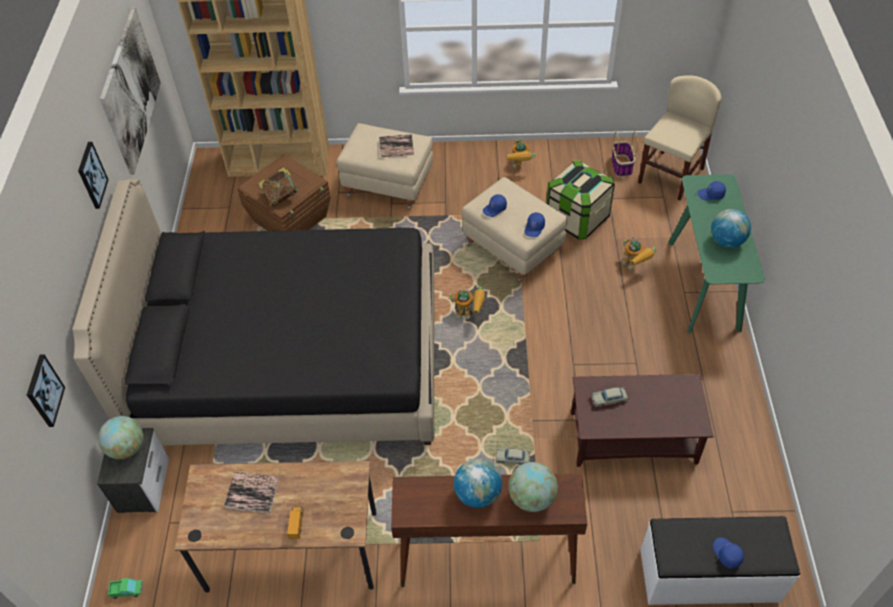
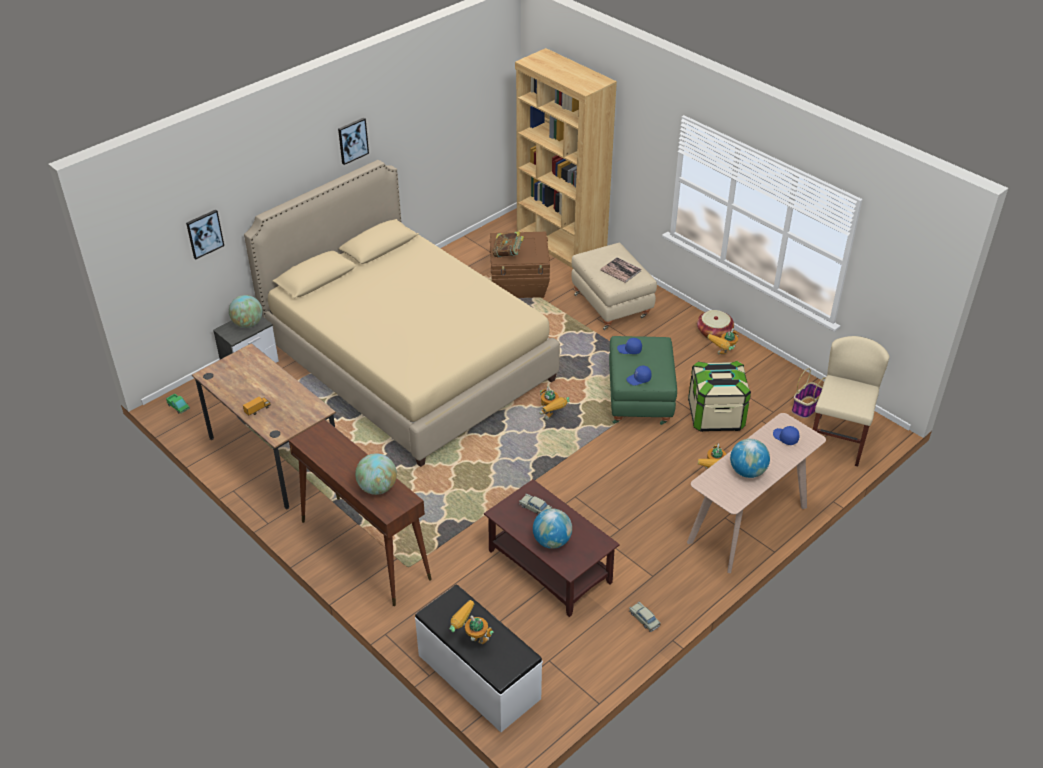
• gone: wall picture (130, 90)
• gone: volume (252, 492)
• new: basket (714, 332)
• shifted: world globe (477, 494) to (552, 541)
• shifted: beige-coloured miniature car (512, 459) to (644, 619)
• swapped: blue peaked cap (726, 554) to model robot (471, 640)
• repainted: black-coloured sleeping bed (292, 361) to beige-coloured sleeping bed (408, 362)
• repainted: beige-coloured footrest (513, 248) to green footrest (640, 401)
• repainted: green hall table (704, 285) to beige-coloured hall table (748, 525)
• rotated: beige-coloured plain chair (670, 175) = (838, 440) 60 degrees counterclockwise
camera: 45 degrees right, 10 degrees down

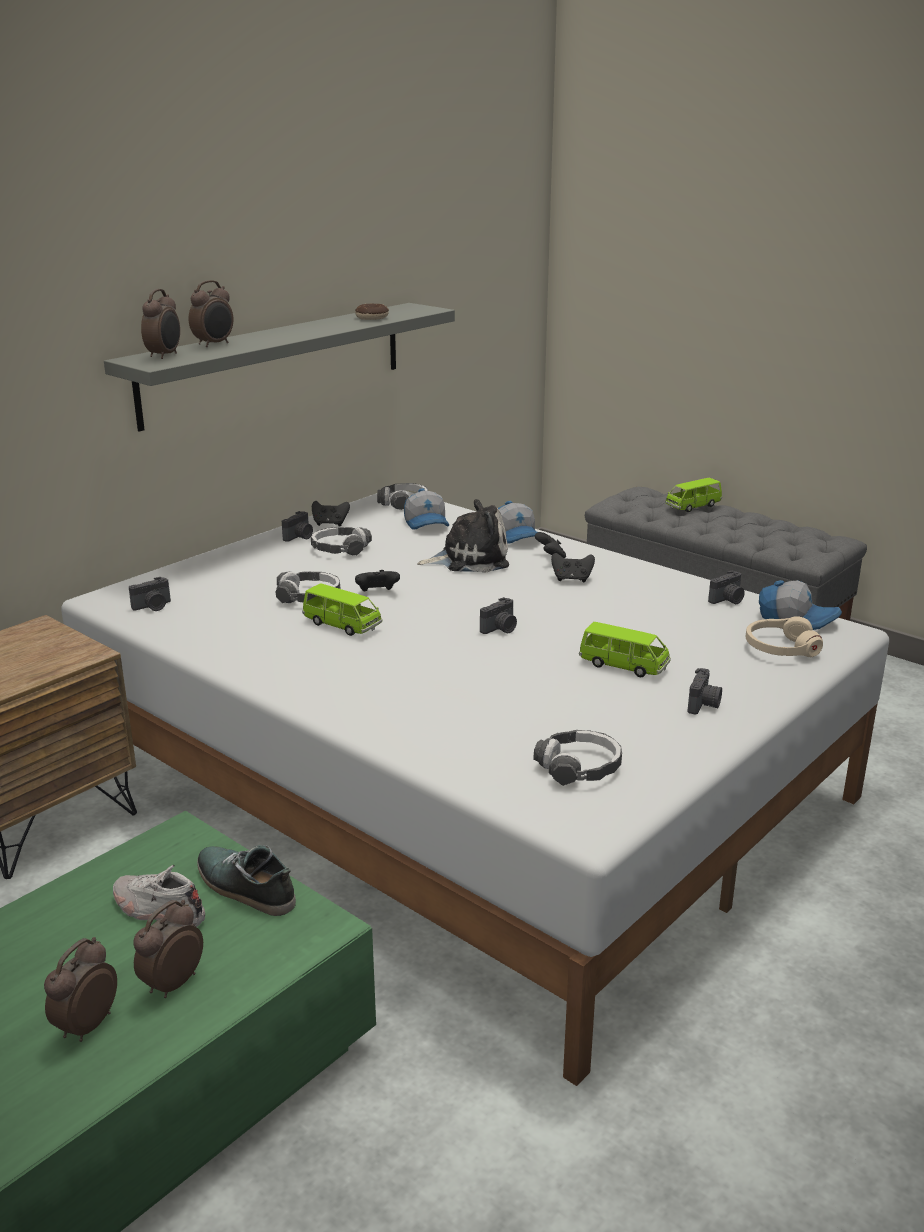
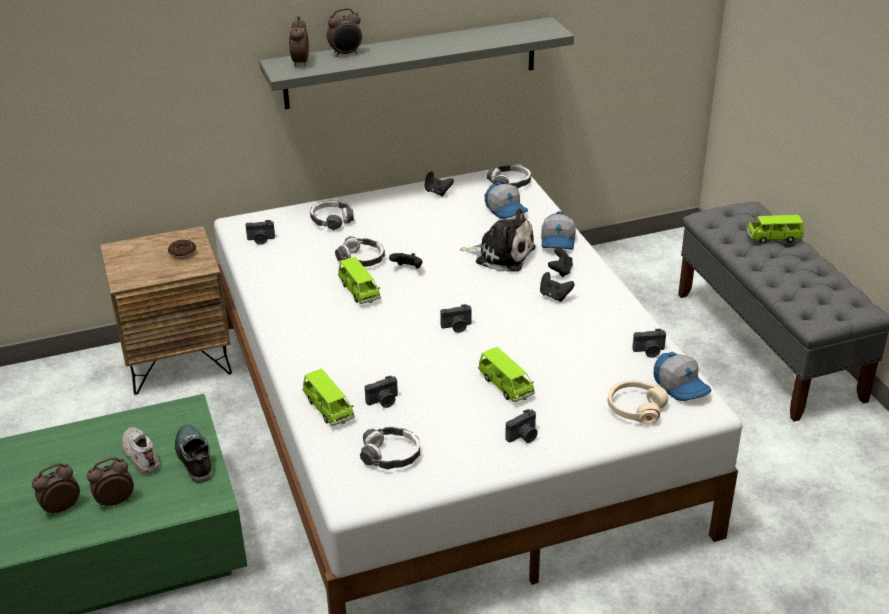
• new: green miniature car (328, 409)
• shifted: photo camera (300, 537) to (383, 401)
• shifted: pair of headphones (340, 549) to (331, 220)
• shifted: donut (372, 317) to (182, 253)
• rotated: bedside clock (165, 356) = (300, 63) 135 degrees clockwise
• rotated: peaked cap (427, 523) = (506, 209) 45 degrees counterclockwise
camera: 30 degrees right, 10 degrees up

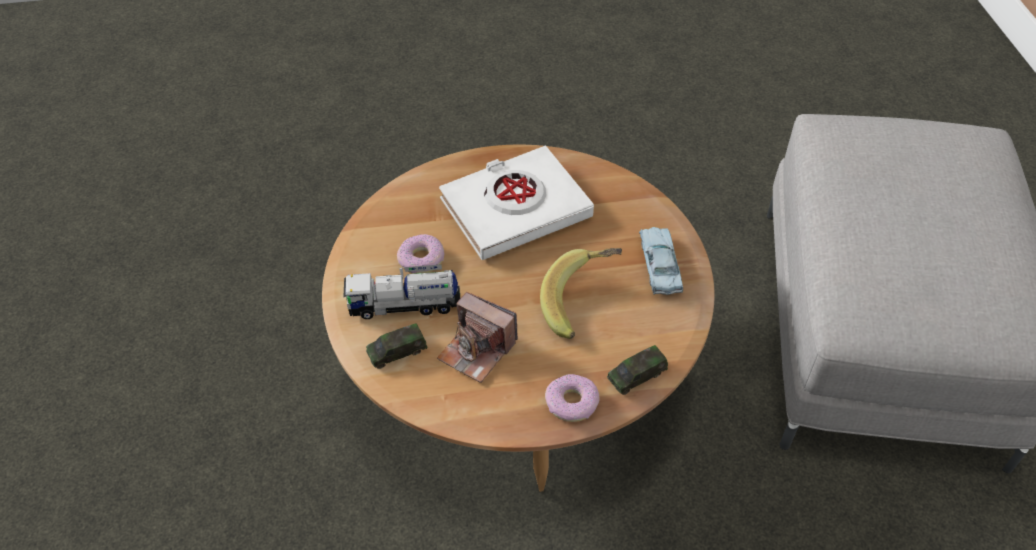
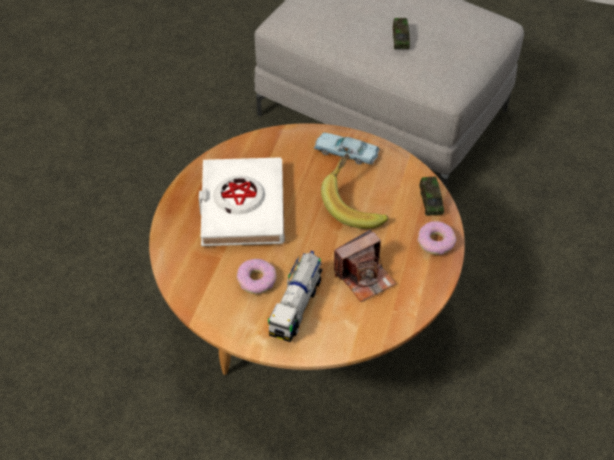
• shifted: miniature car (397, 352) to (400, 39)
camera: 65 degrees left, 0 degrees up

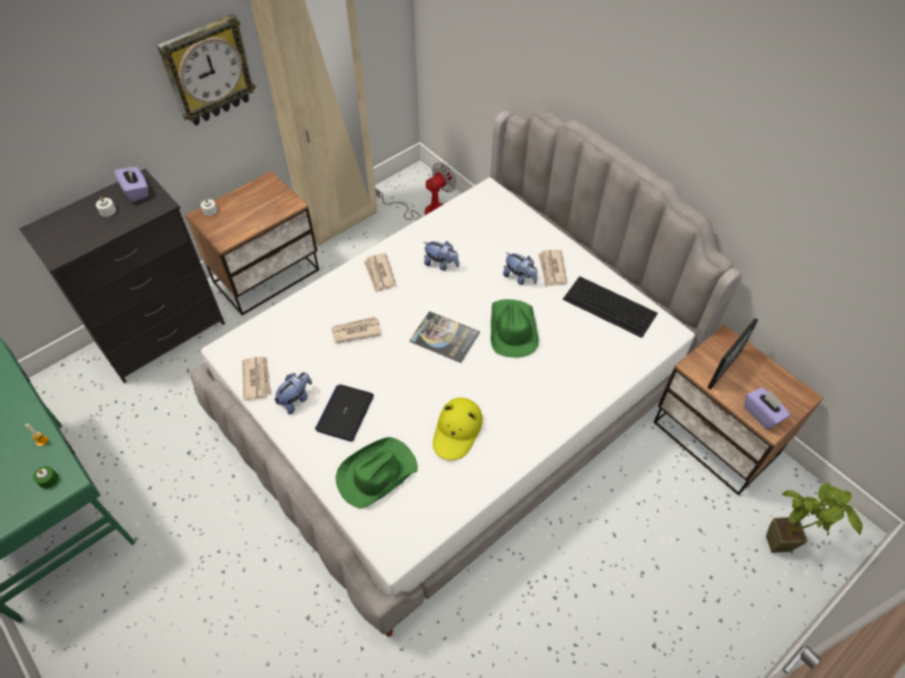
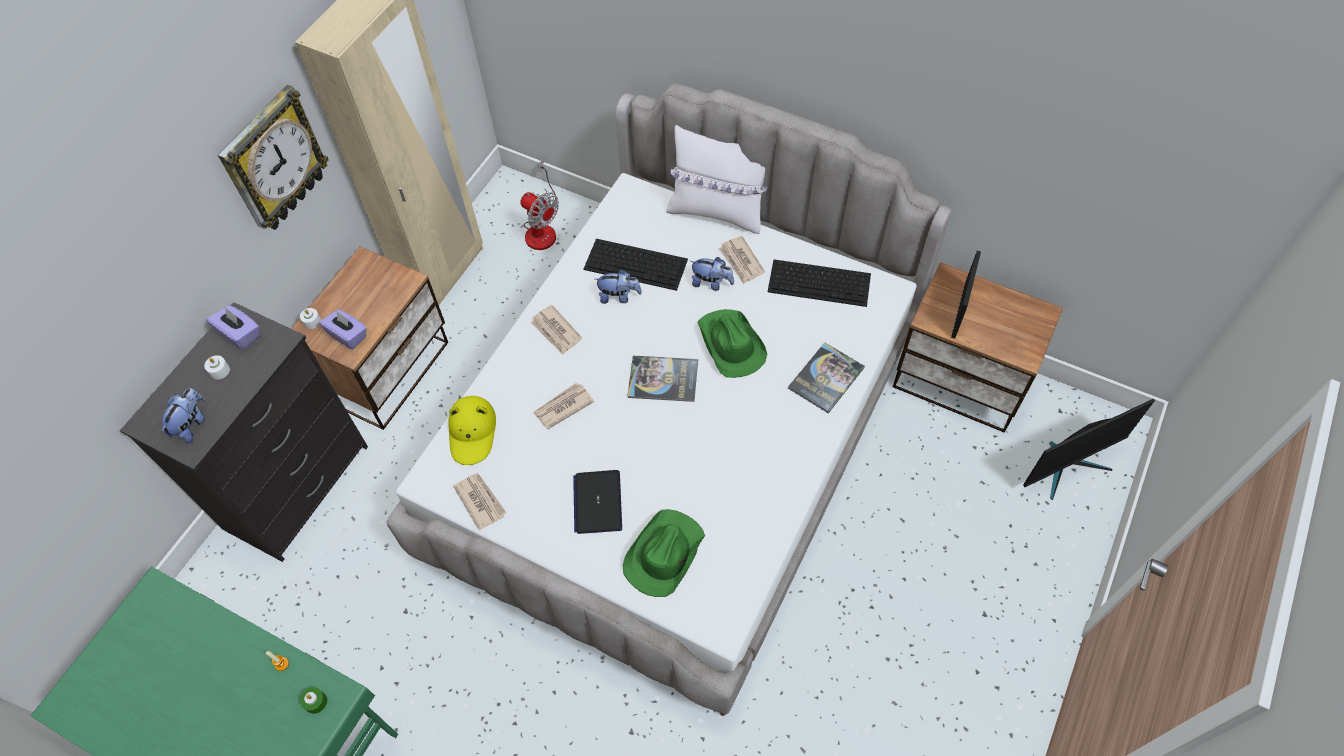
• new: keyboard (636, 264)
• new: white-coloured throw pillow (717, 212)
• new: volume (826, 378)
• shifted: soft toy (296, 399) to (191, 424)
• shifted: yellow hat (457, 431) to (472, 432)
• shifted: purplish tissue holder (762, 414) to (348, 335)
• swapped: houseplant (787, 546) to computer display (1068, 466)
• rotated: electric fan (427, 212) = (541, 228) 105 degrees clockwise
camera: 20 degrees left, 5 degrees up

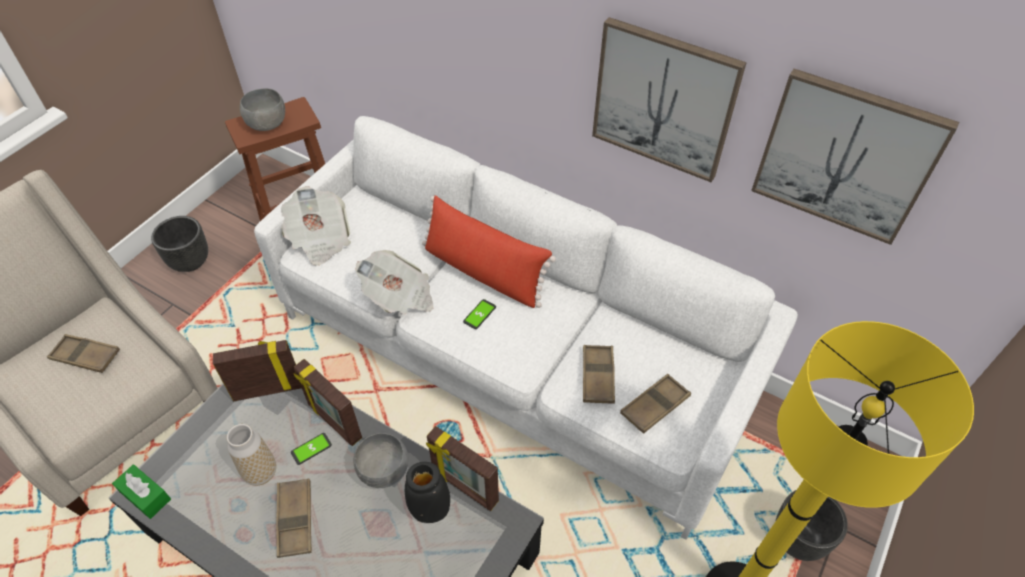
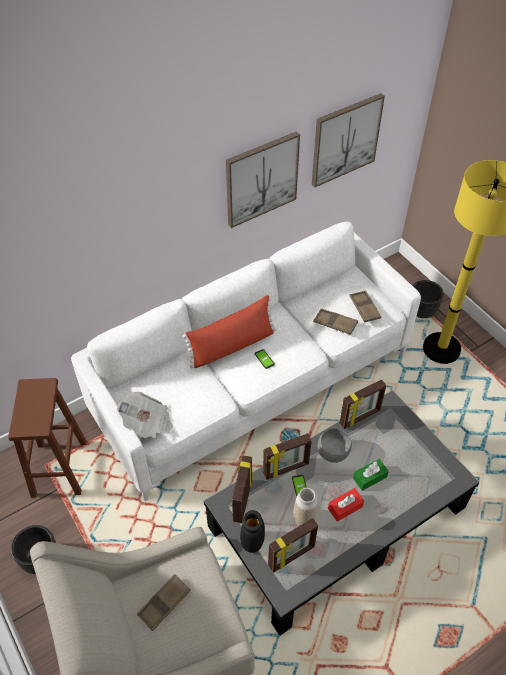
• gone: grey deep dish (268, 124)
• gone: printed paper (399, 296)
• new: photo frame (292, 556)
• shifted: green tissue holder (145, 495) to (369, 477)
• shifted: black-coloured vase (430, 510) to (252, 542)
• swapped: brown-coloured serving tray (295, 519) to red-coloured tissue holder (345, 507)
camera: 65 degrees left, 0 degrees up

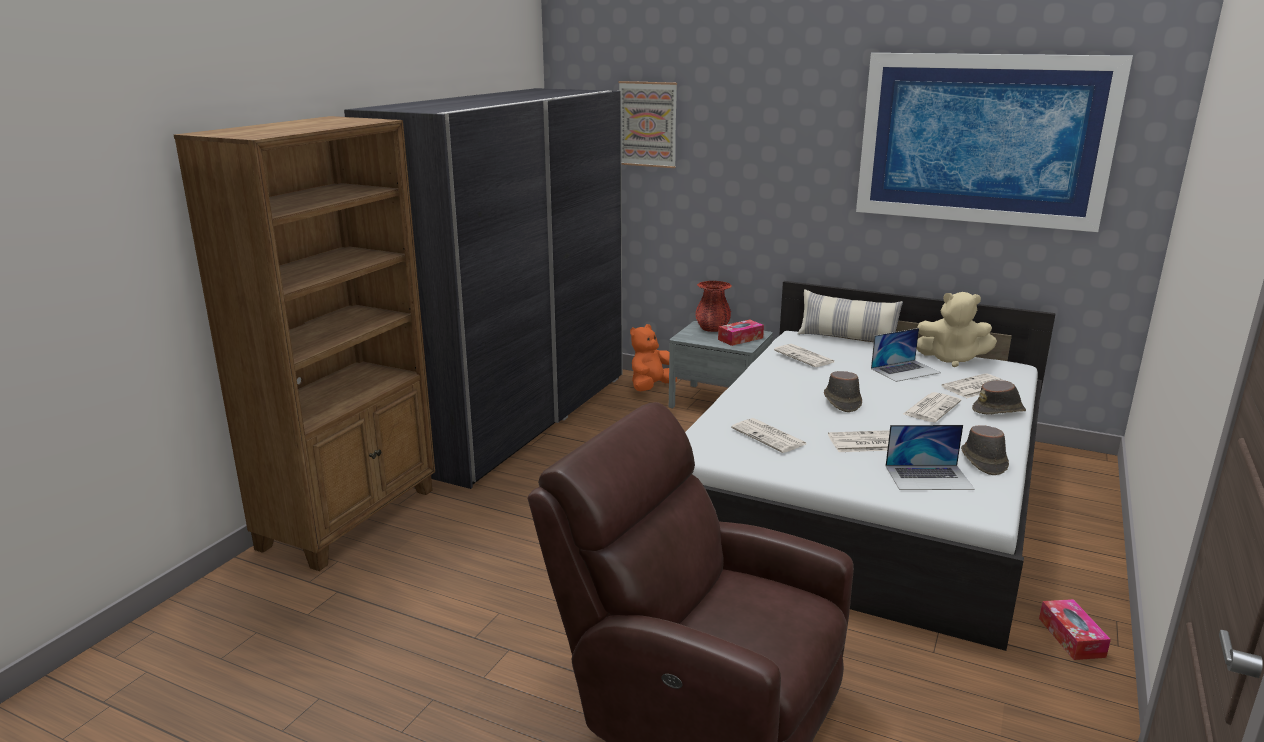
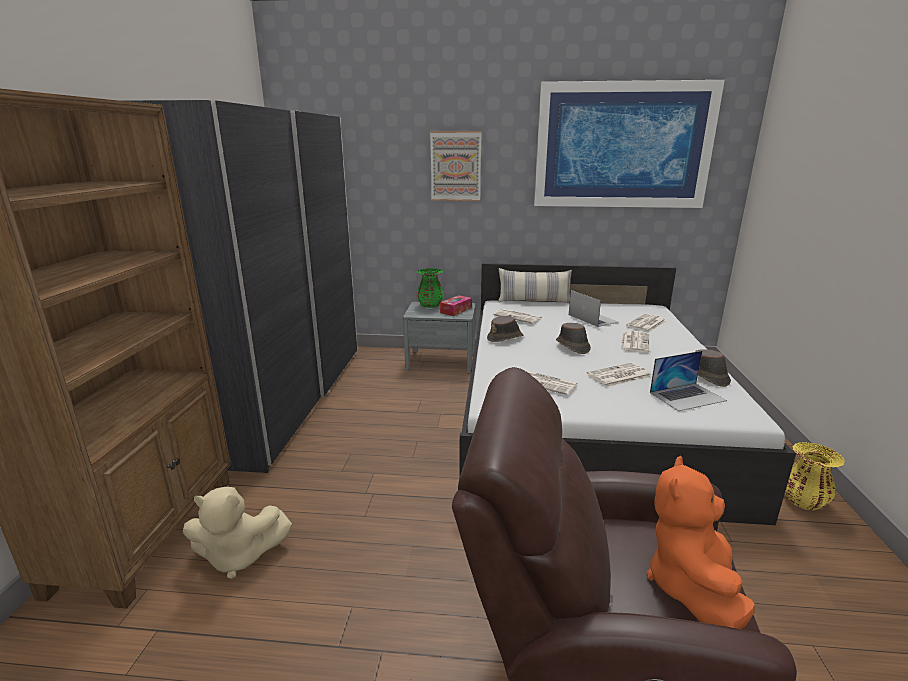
• shifted: wall picture (648, 124) to (455, 166)
• shifted: orange soft toy (651, 387) to (691, 587)
• shifted: beige-coloured soft toy (951, 359) to (239, 556)
• shifted: brown-coloured hat (999, 411) to (505, 338)
• swapped: tissue holder (1071, 637) to yellow vase (803, 501)
• repainted: red-coloured vase (712, 328) to green vase (430, 305)
• rotated: portable computer (905, 370) = (592, 318) 75 degrees counterclockwise
camera: 20 degrees left, 0 degrees up

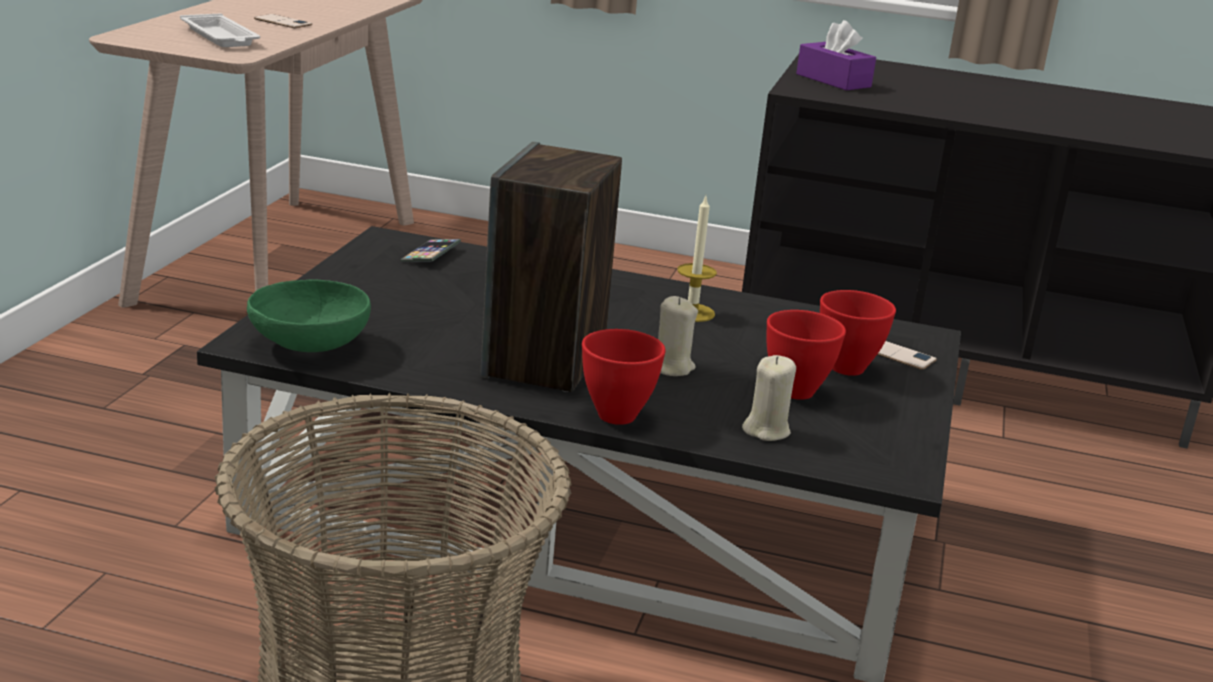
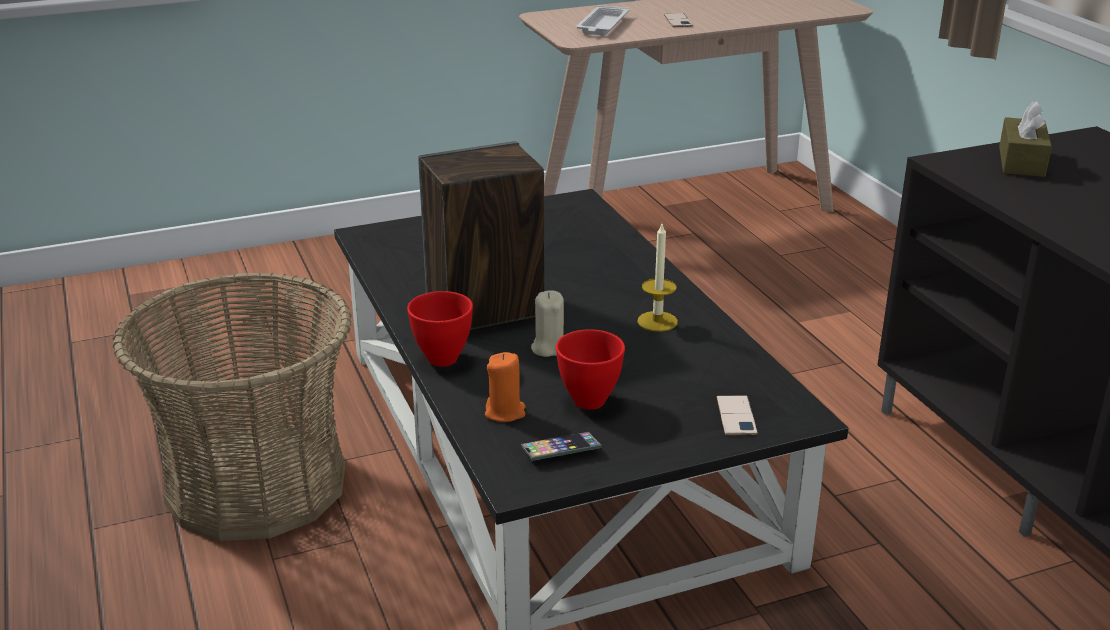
• gone: green deep dish (309, 347)
• gone: red-coloured deep dish (849, 368)
• shifted: phone (430, 255) to (561, 451)
• repainted: beige-coloured candle (766, 430) to orange candle (505, 412)
• repainted: purplish tissue holder (833, 80) to brown-coloured tissue holder (1021, 161)
camera: 55 degrees right, 5 degrees up

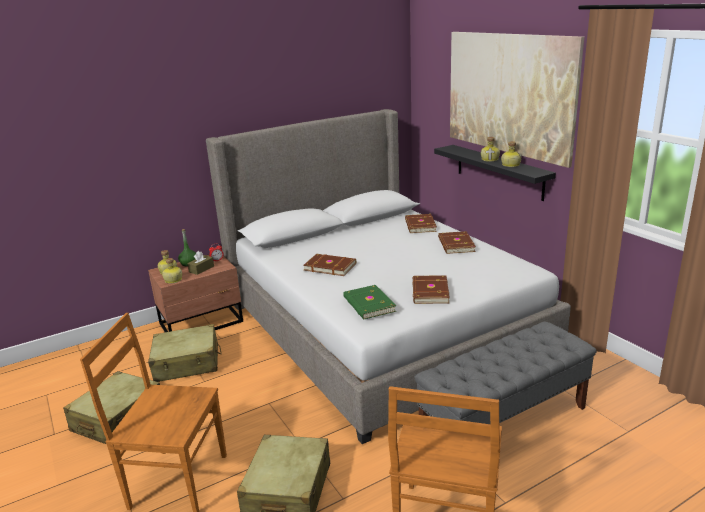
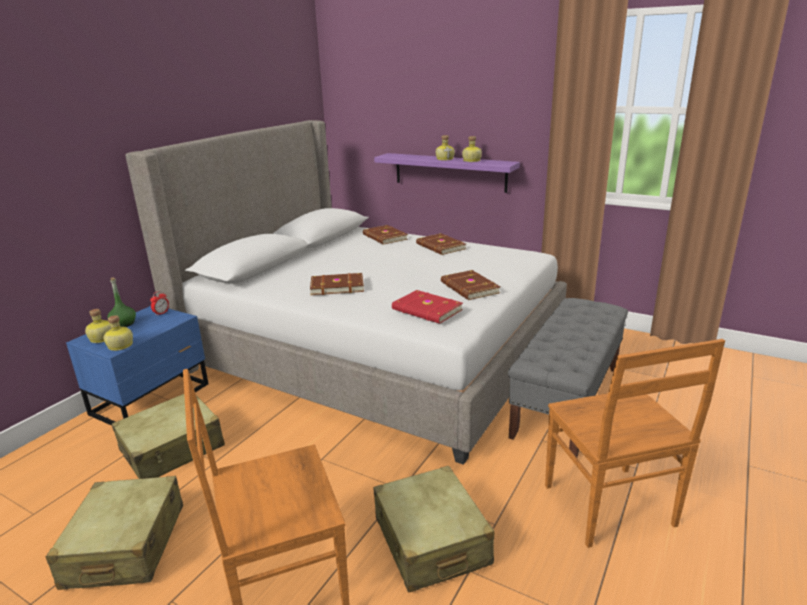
• gone: brown-coloured tissue holder (201, 269)
• gone: wall picture (508, 94)
• repainted: brown-coloured bedside table (202, 323) to blue bedside table (153, 399)
• repainted: green volume (368, 305) to red-coloured volume (426, 310)
• repainted: black-coloured wall shelf (498, 171) to purplish wall shelf (449, 172)
camera: 30 degrees left, 0 degrees up

